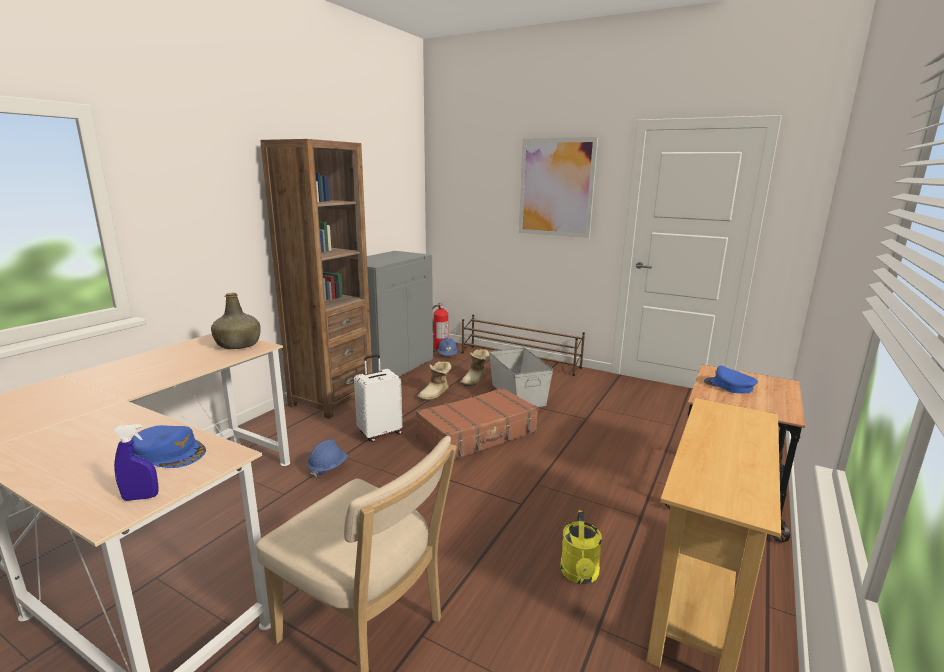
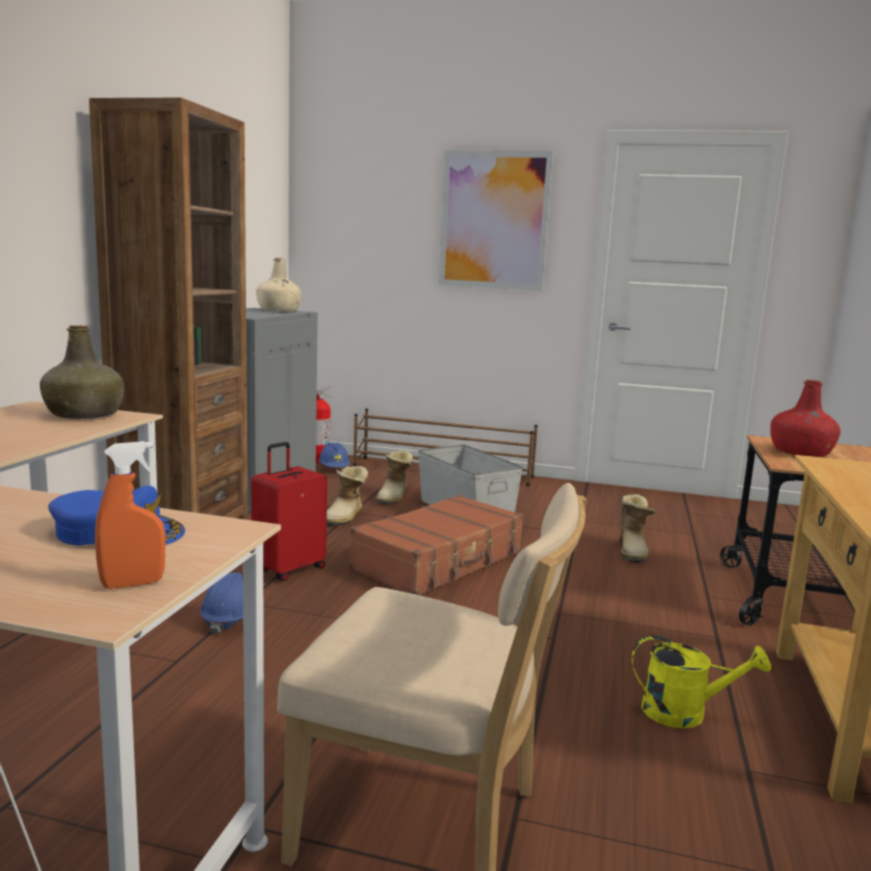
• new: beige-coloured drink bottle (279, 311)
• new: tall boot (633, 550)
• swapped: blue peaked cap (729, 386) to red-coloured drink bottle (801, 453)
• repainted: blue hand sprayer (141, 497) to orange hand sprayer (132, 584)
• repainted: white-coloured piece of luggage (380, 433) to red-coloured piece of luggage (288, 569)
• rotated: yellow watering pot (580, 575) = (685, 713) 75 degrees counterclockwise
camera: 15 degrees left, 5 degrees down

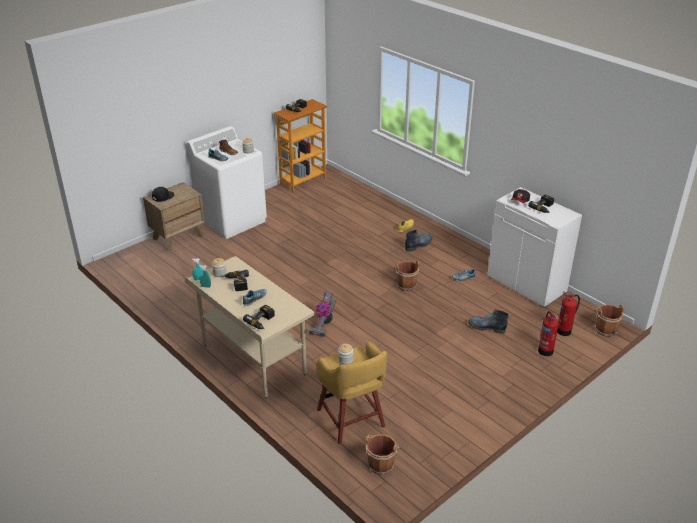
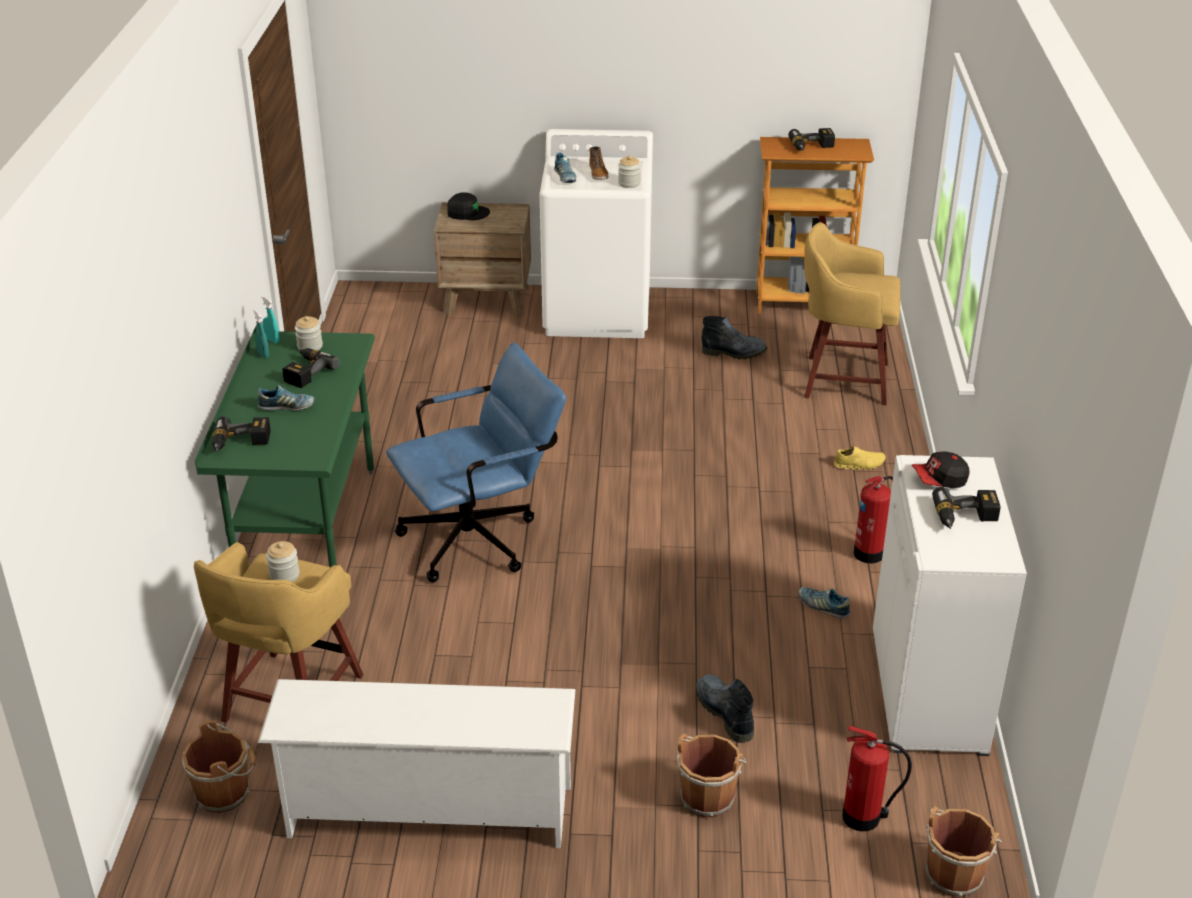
• new: white-coloured shoe stand (427, 813)
• new: yellow sitting stool (842, 380)
• shifted: brown-coloured bucket (405, 284) to (707, 795)
• shifted: tall boot (418, 245) to (735, 352)
• shifted: extinguisher (545, 350) to (870, 553)
• swapped: vacuum cleaner (324, 323) to blue computer chair (481, 537)
• repainted: beige-coloured desk table (253, 360) to green desk table (308, 529)
camera: 45 degrees right, 0 degrees up

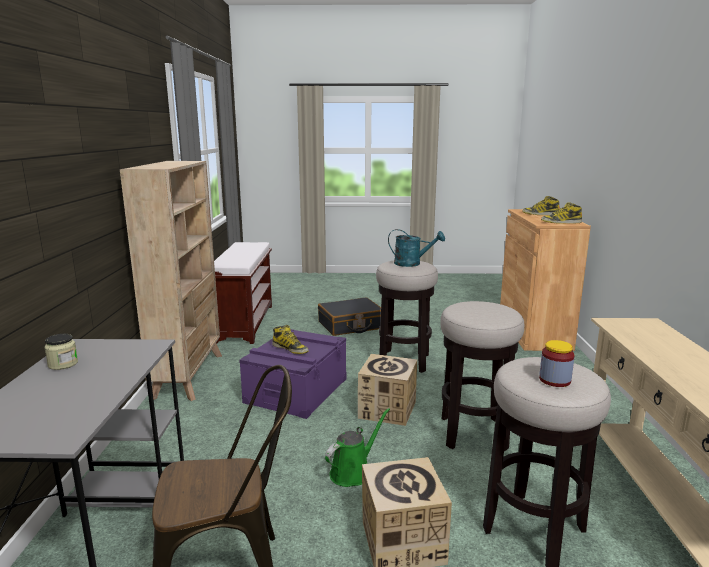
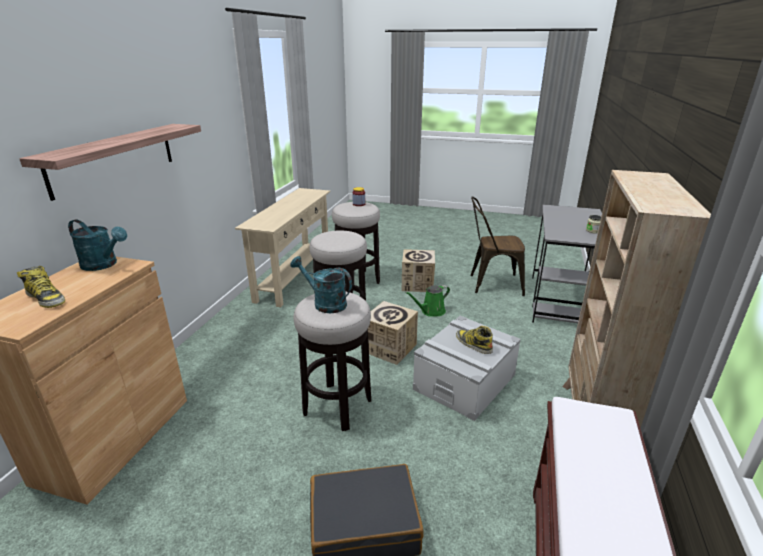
• new: wall shelf (114, 158)
• swapped: tall boot (561, 222) to turquoise watering pot (104, 265)
• repainted: purplish storage container (296, 390) to grey storage container (464, 382)
camera: 165 degrees left, 10 degrees up

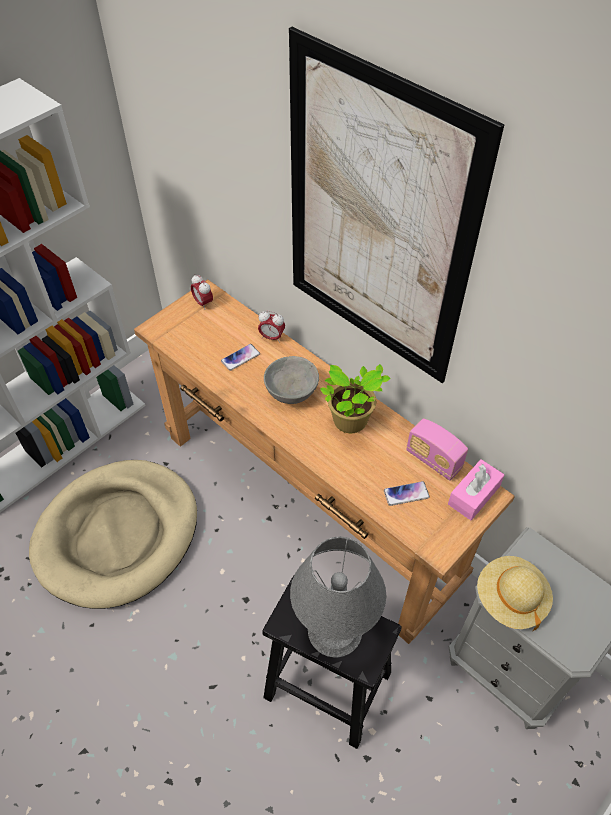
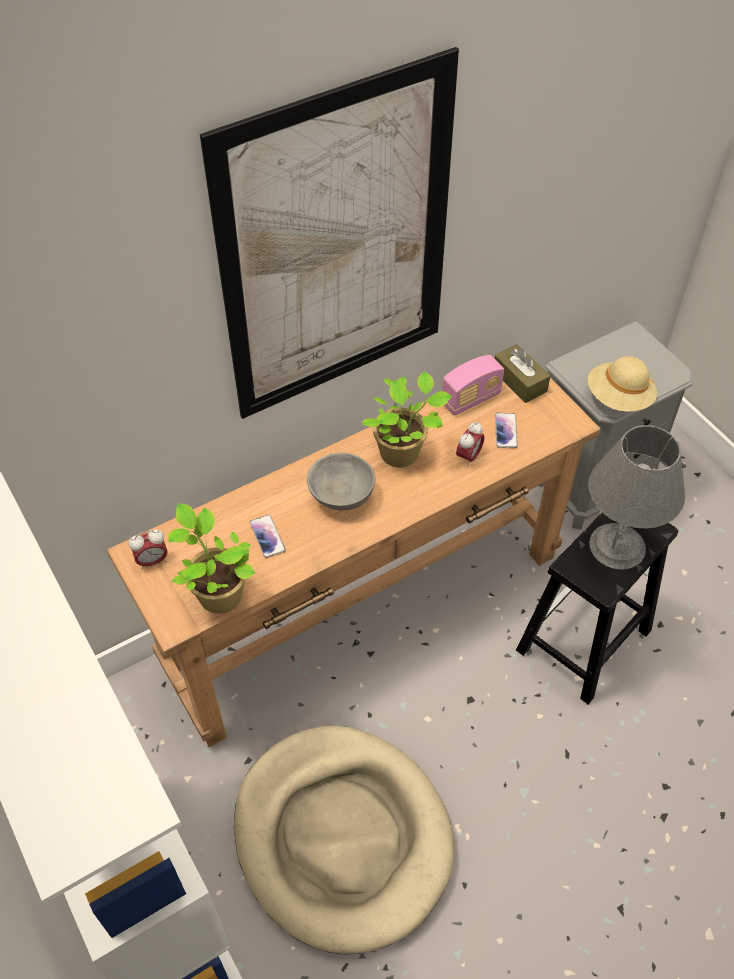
• new: houseplant (218, 593)
• shifted: bedside clock (272, 337) to (468, 457)
• repainted: pink-coloured tissue holder (473, 495) to brown-coloured tissue holder (519, 381)
camera: 75 degrees left, 0 degrees up

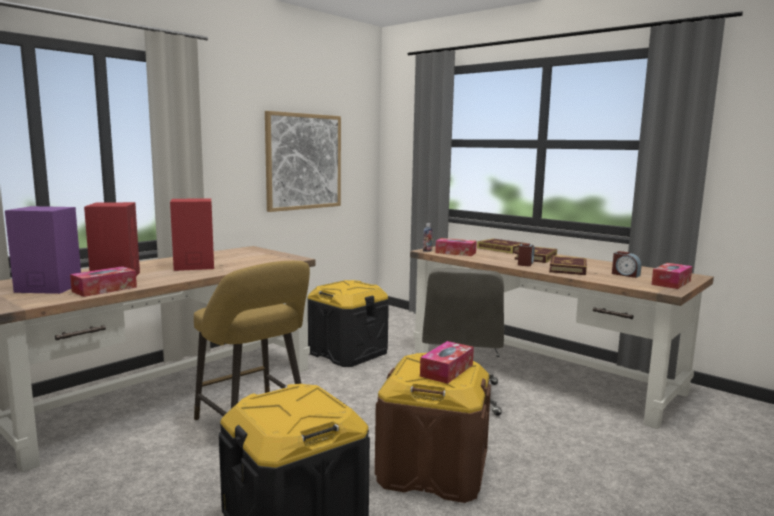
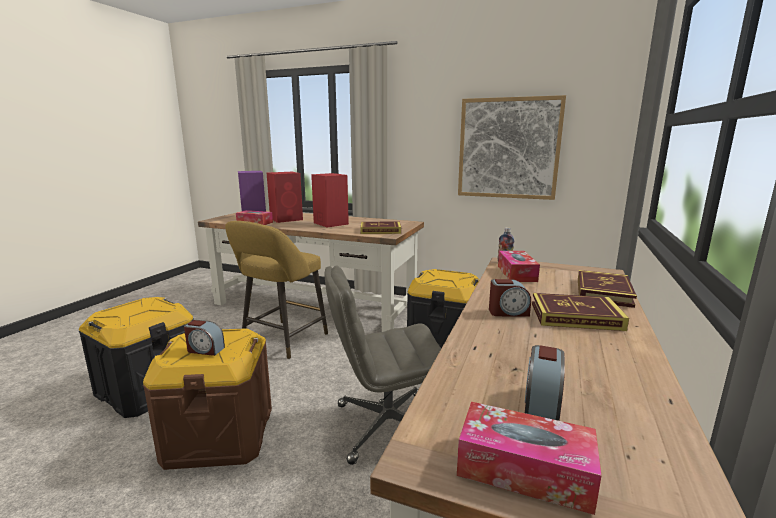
• shifted: volume (567, 269) to (380, 230)
• swapped: tissue holder (447, 370) to bedside clock (205, 350)
camera: 70 degrees right, 5 degrees up

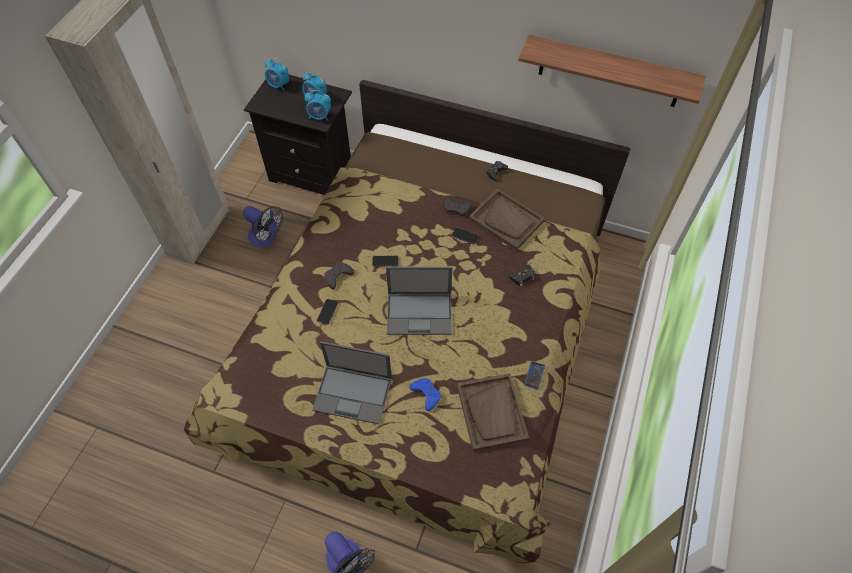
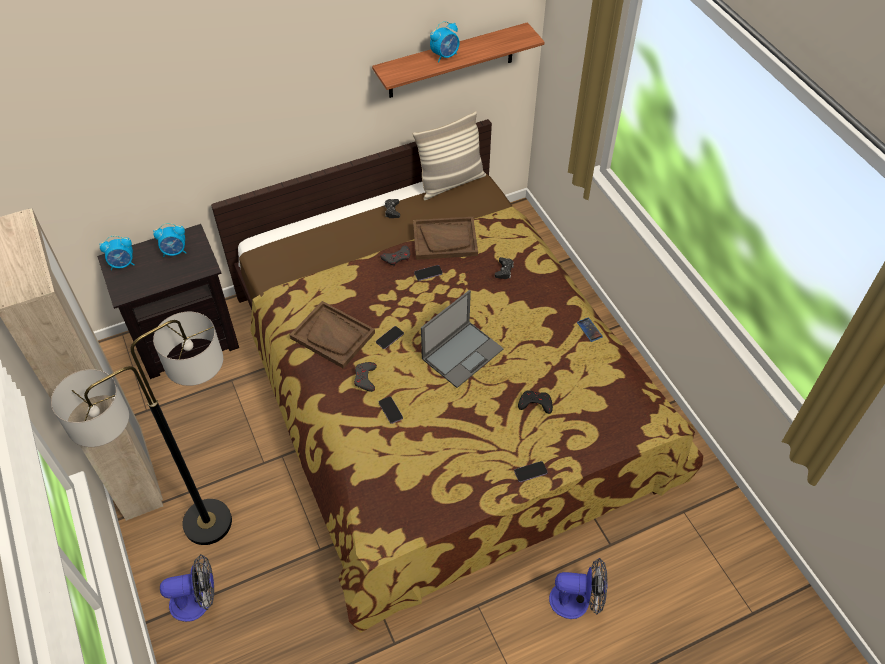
• gone: portable computer (354, 394)
• new: standing lamp (207, 522)
• new: throw pillow (450, 183)
• new: phone (530, 472)
• shifted: electric fan (266, 238) to (197, 601)
• shifted: bedside clock (320, 117) to (445, 56)
• shifted: brown-coloured serving tray (492, 412) to (333, 335)
• repainted: blue gamepad (426, 394) to black-coloured gamepad (535, 404)
camera: 45 degrees left, 5 degrees down

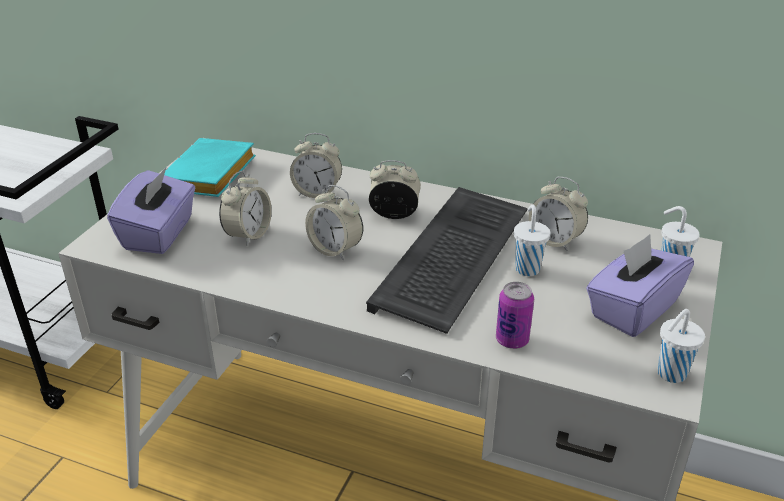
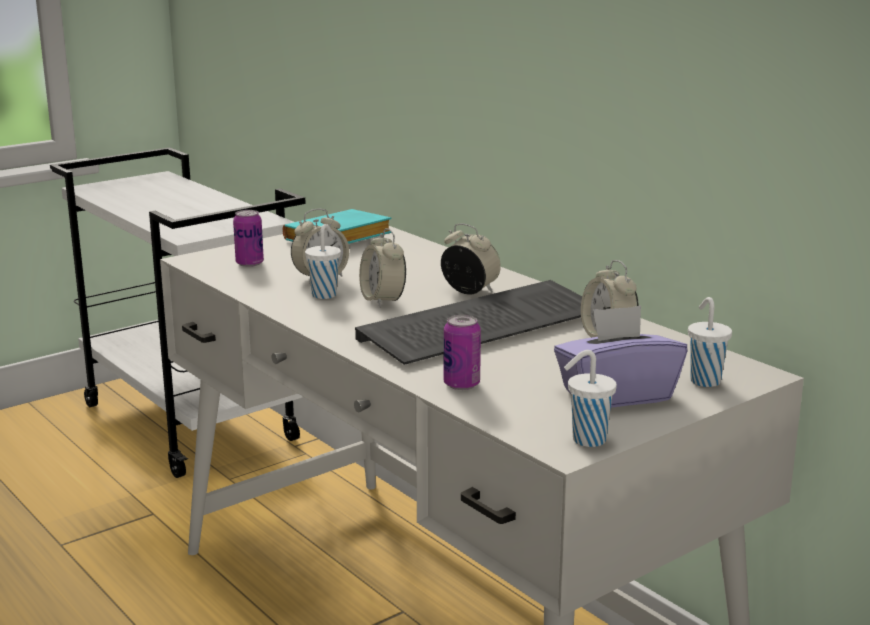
• gone: bedside clock (317, 192)
• shifted: white-coloured small cup (527, 268) to (325, 295)
• swapped: purplish tissue holder (159, 233) to sealed can (249, 263)
camera: 30 degrees right, 15 degrees down

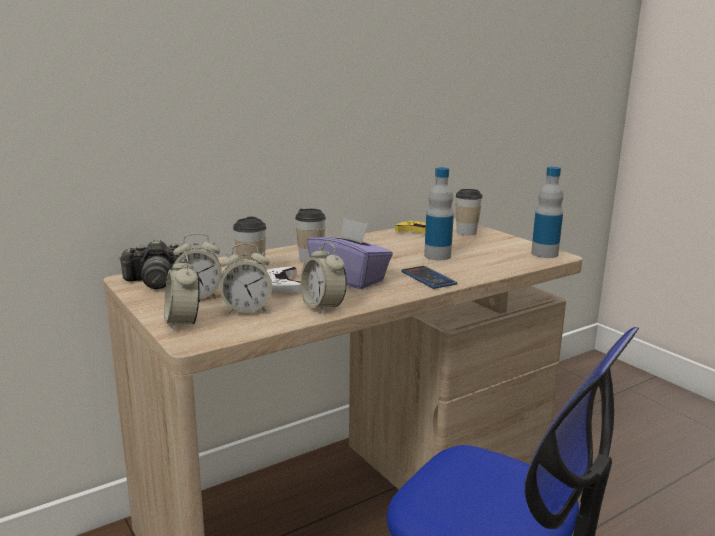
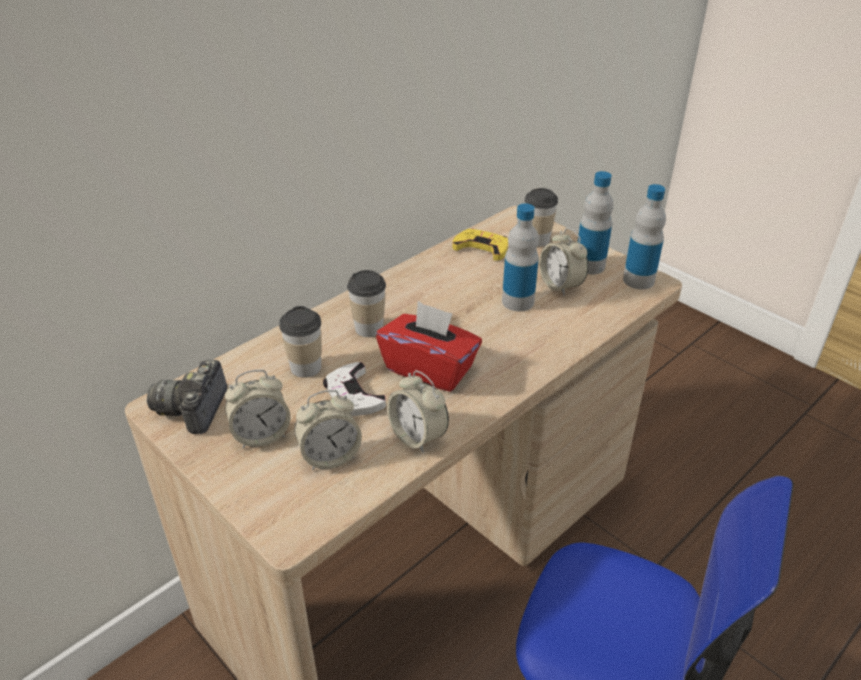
• gone: phone (428, 278)
• new: drink bottle (589, 266)
• shifted: bedside clock (183, 323) to (560, 285)
• repainted: purplish tissue holder (349, 279) to red-coloured tissue holder (430, 368)
• rotated: photo camera (155, 281) = (194, 409) 120 degrees clockwise
camera: 10 degrees left, 20 degrees up

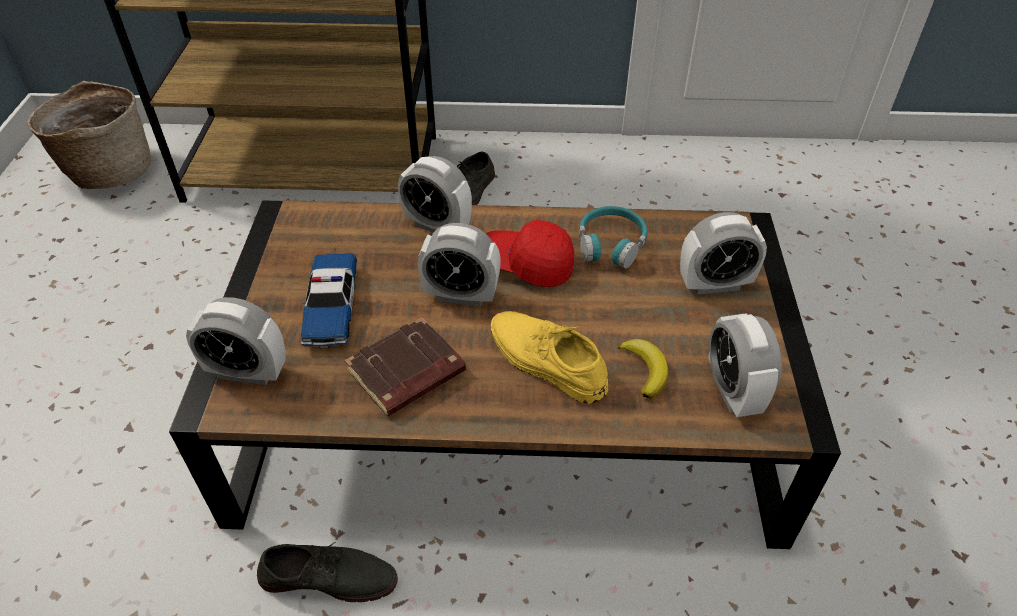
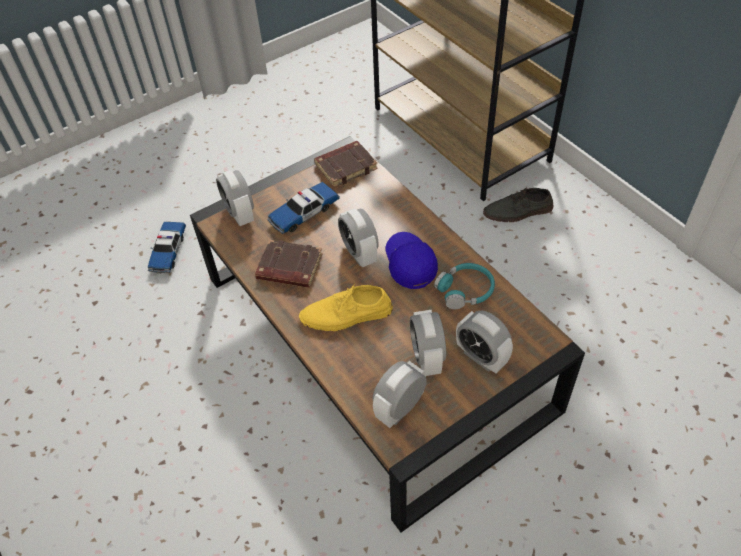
• gone: basket (109, 171)
• gone: grey low shoe (328, 577)
• gone: banana fruit (645, 369)
• new: miniature car (168, 251)
• new: brown-coloured volume (346, 166)
• shifted: bedside clock (437, 226) to (427, 357)
• repainted: red-coloured peaked cap (527, 264) to blue peaked cap (410, 265)
• rotated: yellow low shoe (545, 361) = (346, 315) 105 degrees counterclockwise
camera: 55 degrees right, 5 degrees up

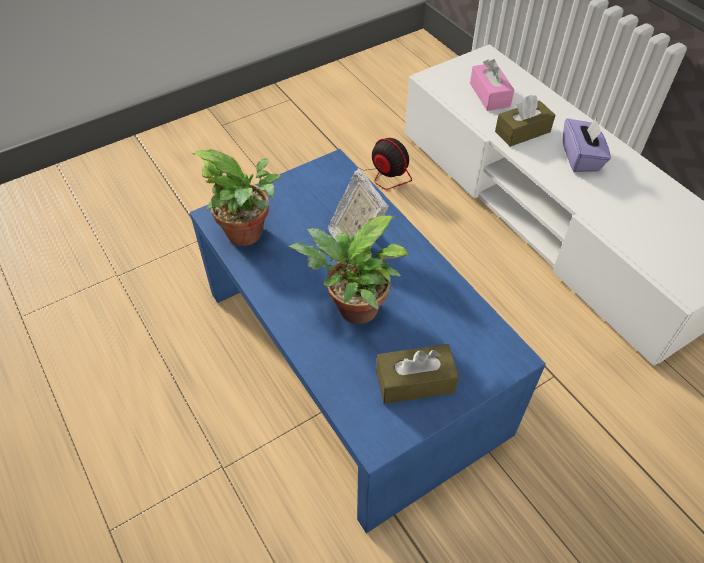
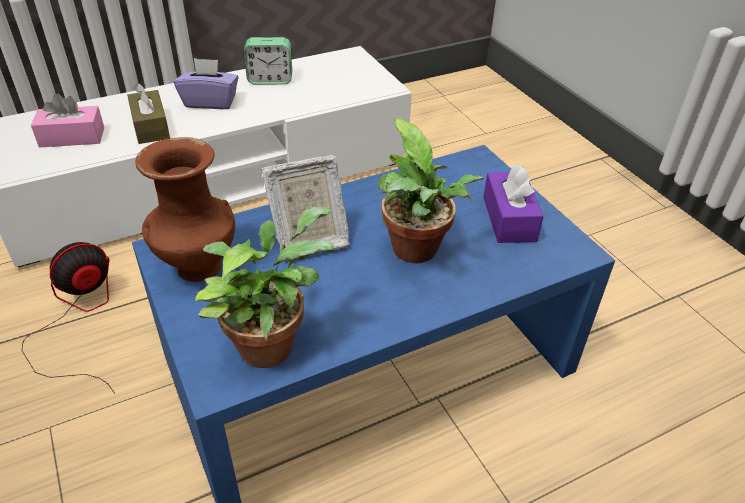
• new: brown-coloured vase (197, 268)
• new: bedside clock (270, 80)
• repainted: brown-coloured tissue holder (415, 381) to purplish tissue holder (509, 219)
camera: 85 degrees left, 10 degrees down

